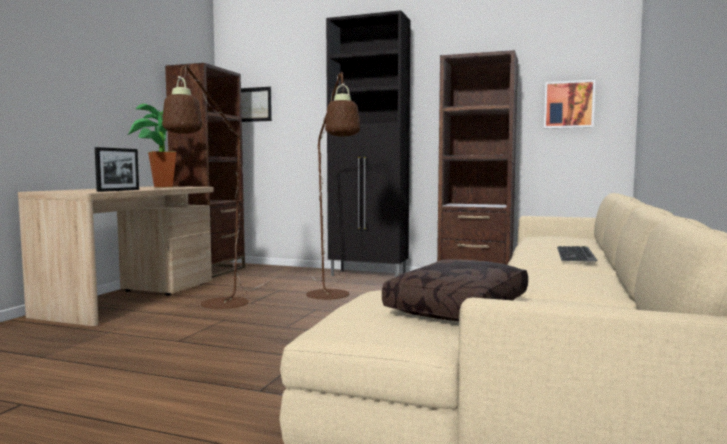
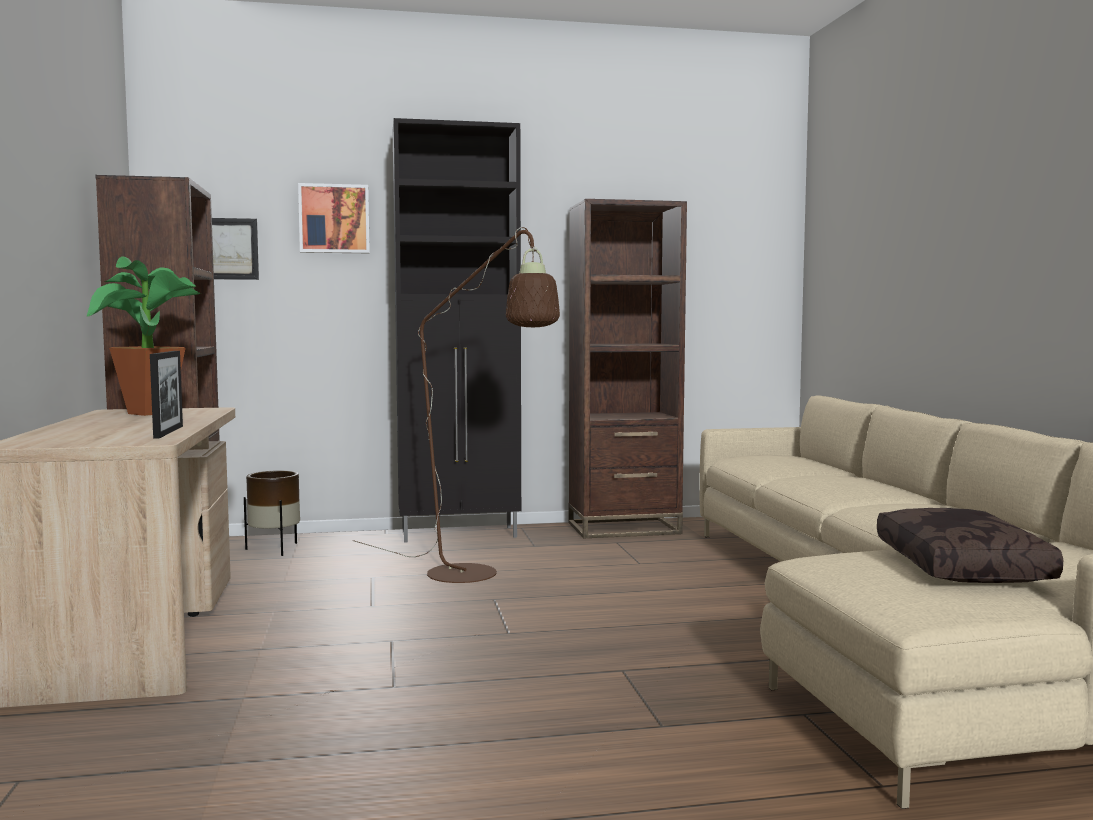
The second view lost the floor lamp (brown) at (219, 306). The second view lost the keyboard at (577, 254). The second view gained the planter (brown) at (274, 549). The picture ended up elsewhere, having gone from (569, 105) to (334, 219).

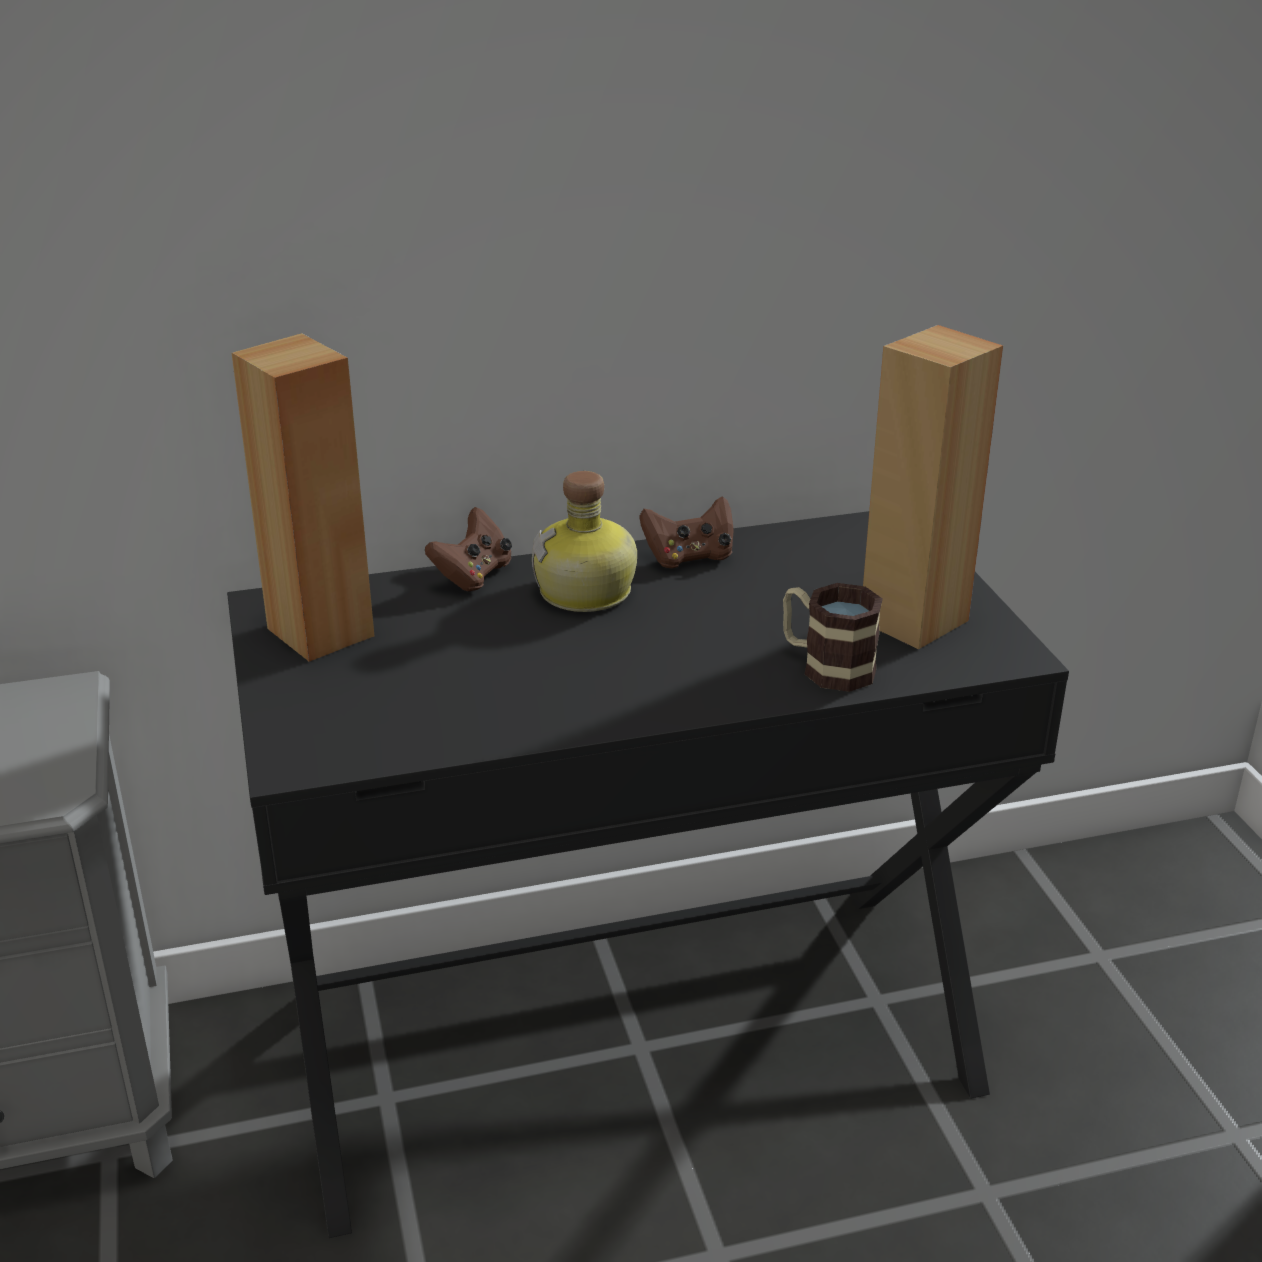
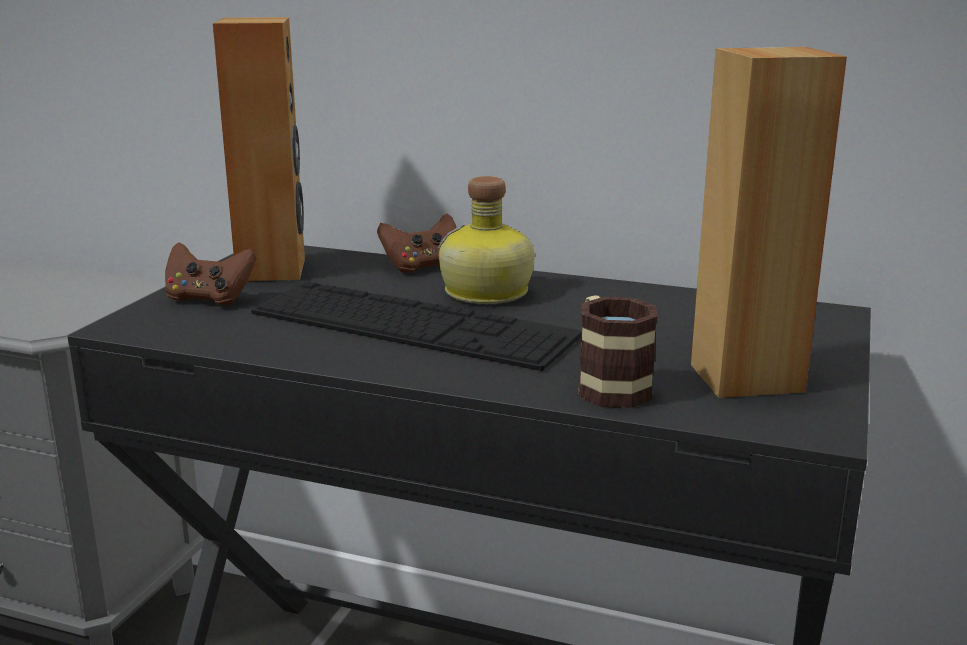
The second view gained the keyboard at (411, 324). The game controller (brown) ended up elsewhere, having gone from (689, 557) to (209, 299).

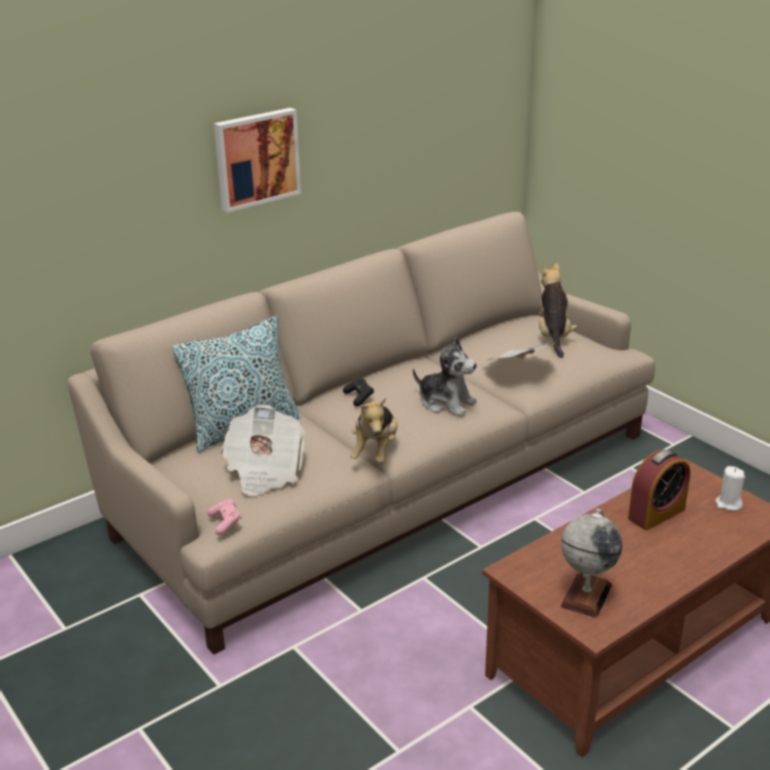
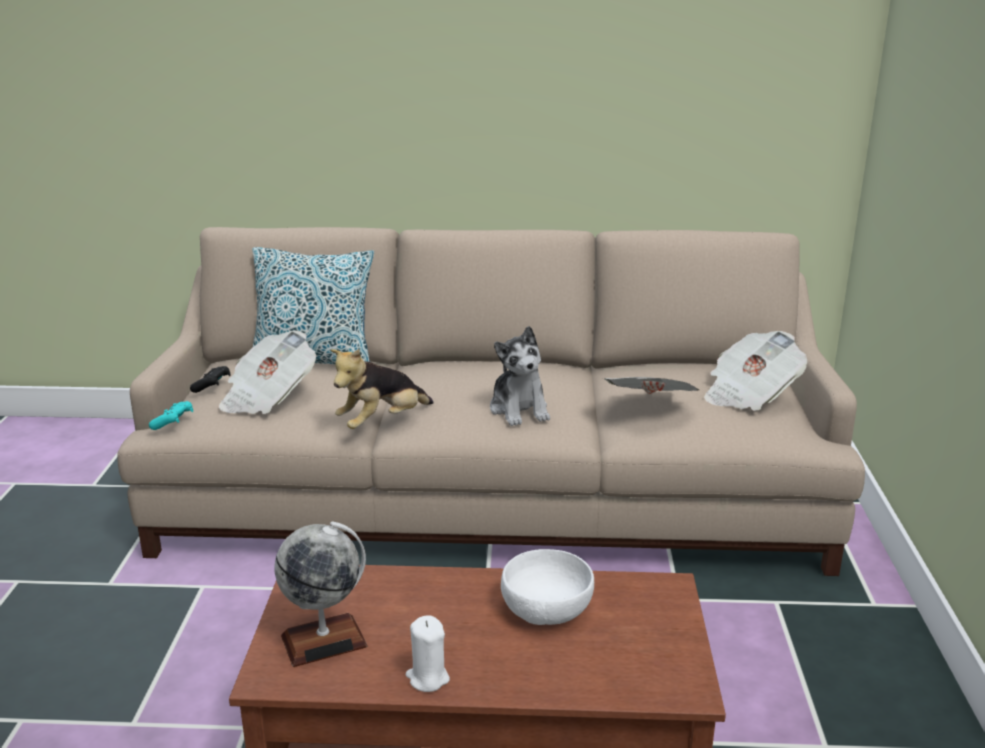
The second view lost the picture at (256, 158). The game controller (black) ended up elsewhere, having gone from (359, 397) to (212, 386). The candle (white) ended up elsewhere, having gone from (728, 504) to (427, 678). Where the plush toy stood at (553, 336), the newspaper came to stand at (749, 394). Where the alarm clock stood at (656, 514), the bowl (white) came to stand at (548, 609). What was the game controller (pink) at (225, 523) turned into the game controller (turquoise) at (174, 423).

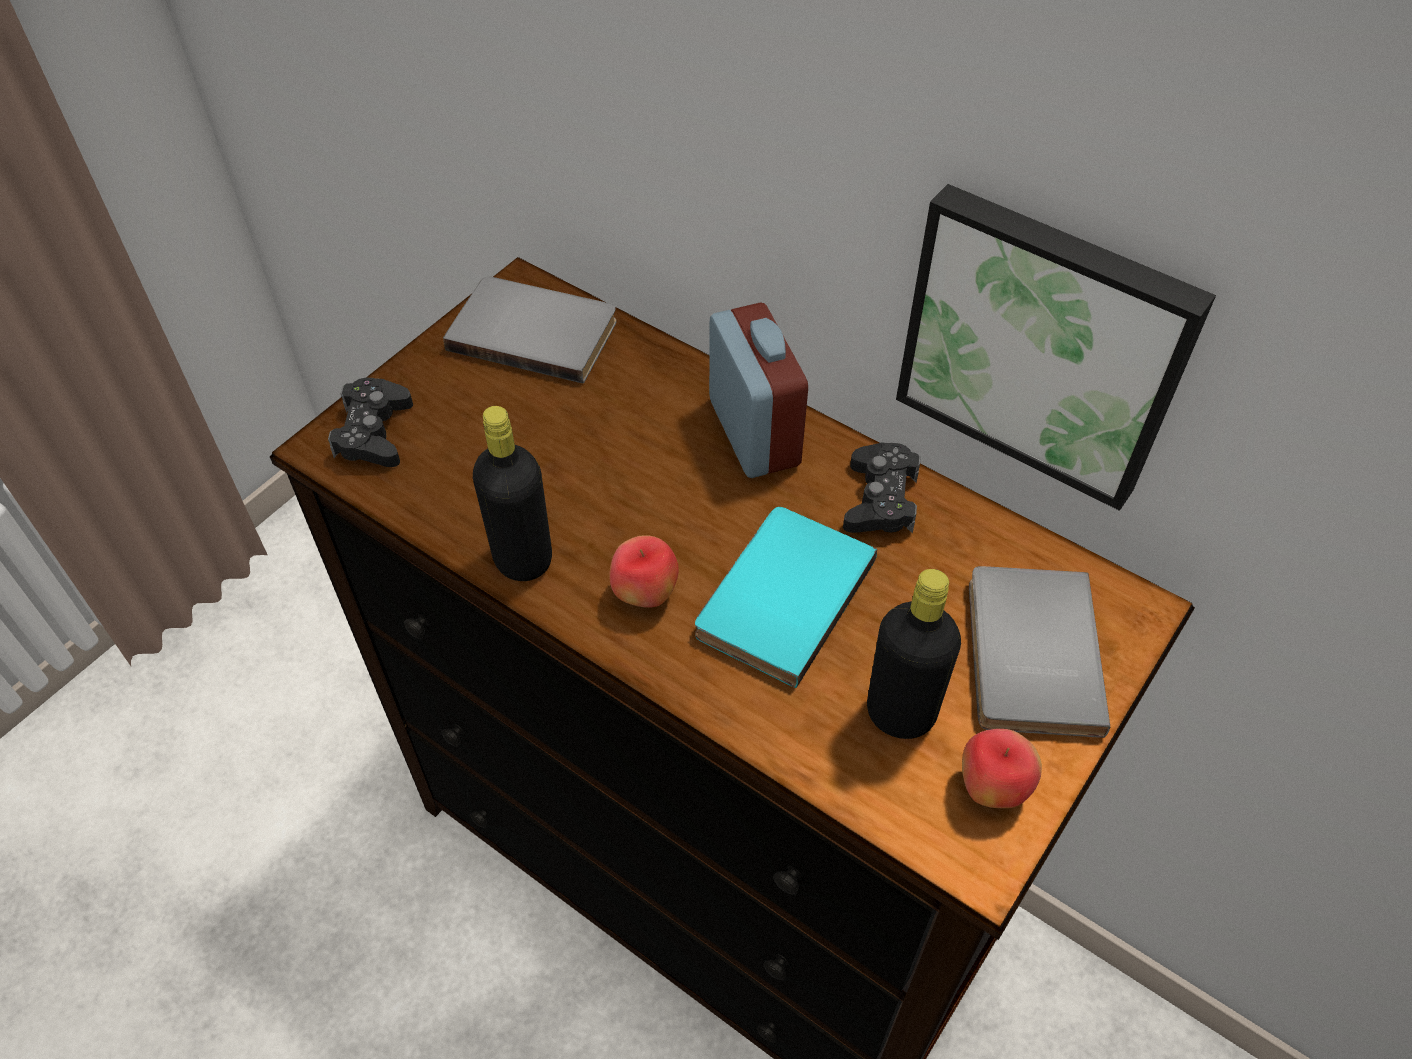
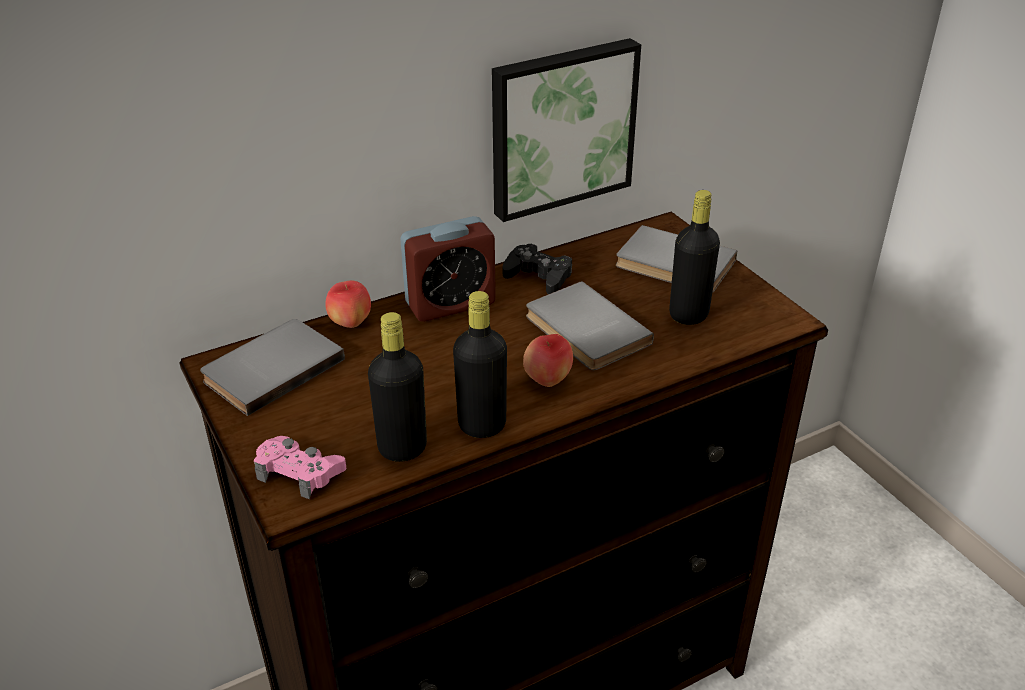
The second view gained the bottle (black) at (402, 448). The apple ended up elsewhere, having gone from (992, 788) to (350, 323). What was the game controller (black) at (374, 432) turned into the game controller (pink) at (300, 472). What was the book (turquoise) at (779, 595) turned into the book (grey) at (583, 331). The alarm clock at (754, 433) ended up facing another way, 150 degrees clockwise from before.

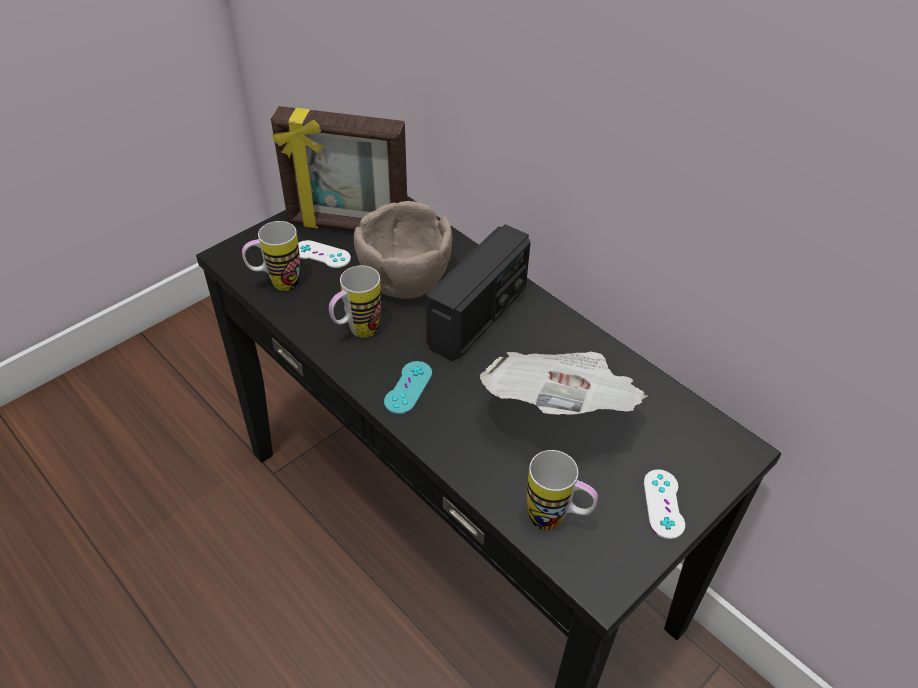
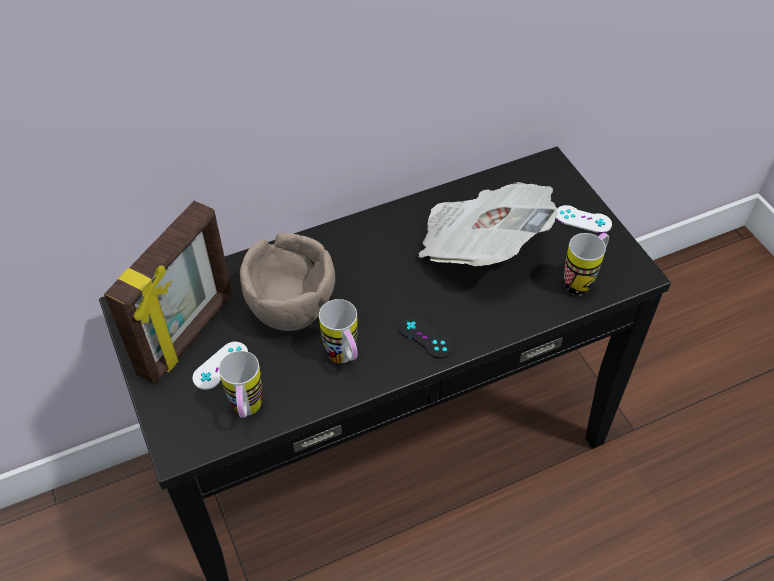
The second view lost the radio at (478, 317). What was the game controller (turquoise) at (408, 387) turned into the game controller (black) at (425, 337).

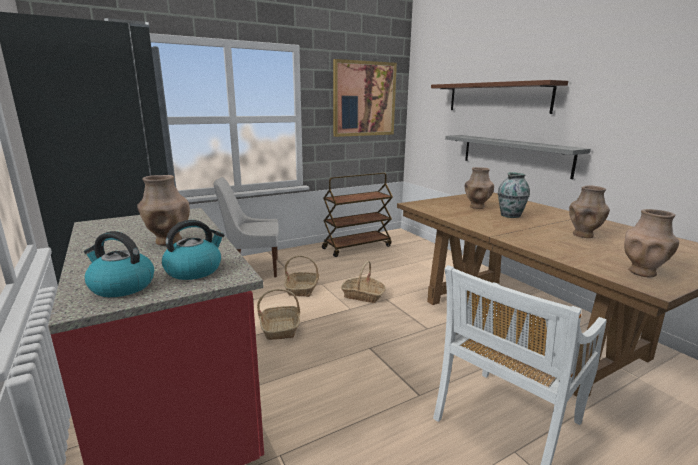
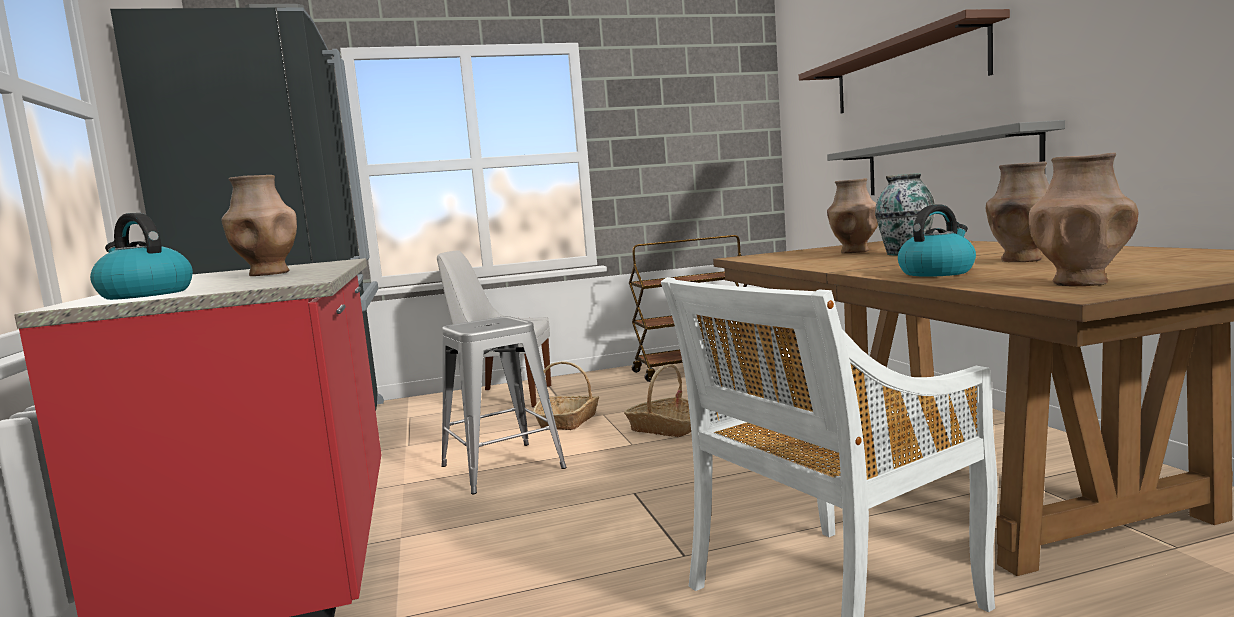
The second view lost the picture at (364, 99). The kettle ended up elsewhere, having gone from (194, 270) to (936, 272). Where the basket stood at (280, 328), the stool (grey) came to stand at (502, 467).

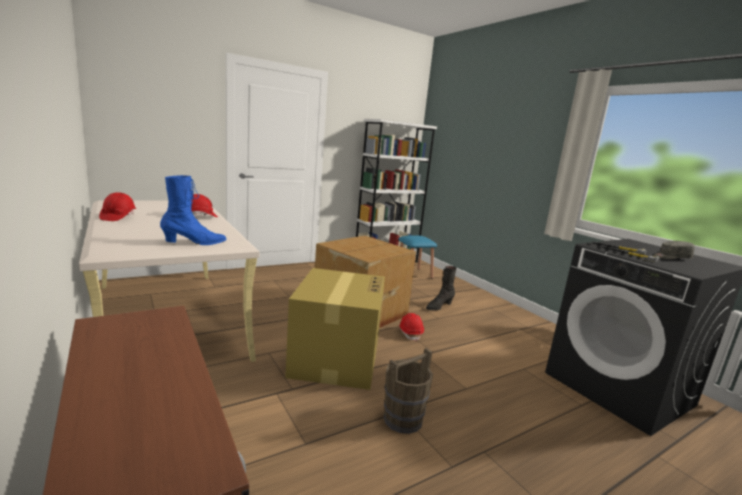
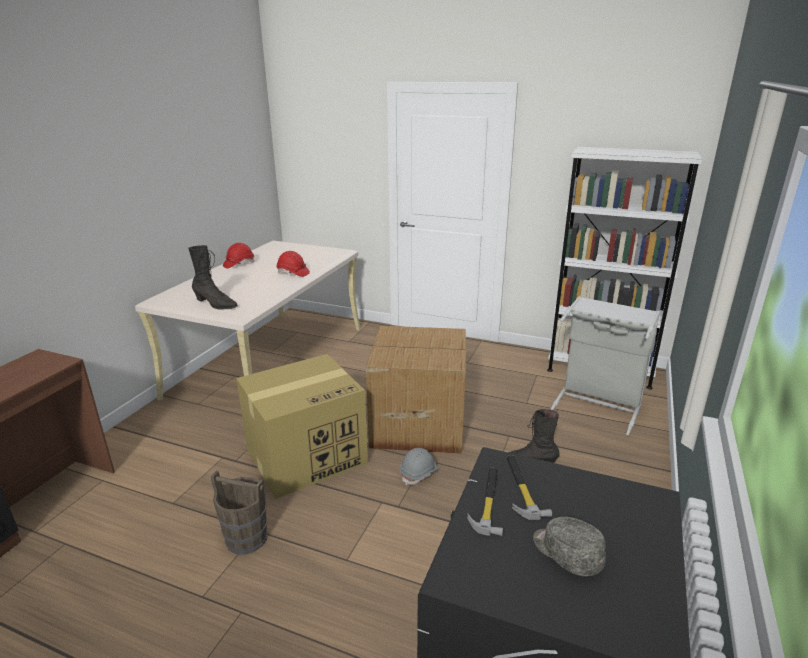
Where the stool (blue) stood at (413, 274), the laundry basket (grey) came to stand at (597, 404). What was the boot (blue) at (194, 243) turned into the boot (black) at (215, 305). What was the hard hat (red) at (410, 333) turned into the hard hat (grey) at (419, 473).

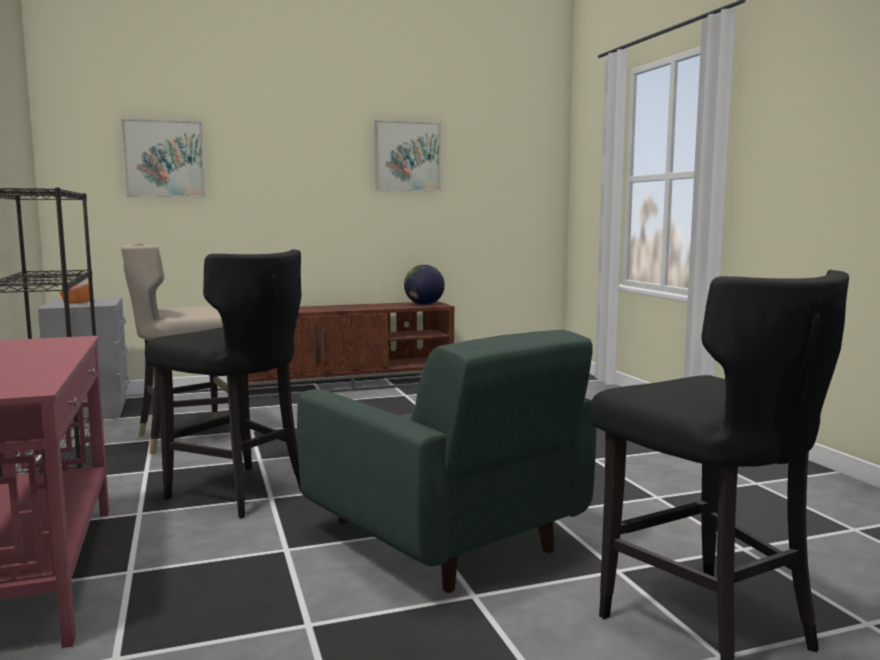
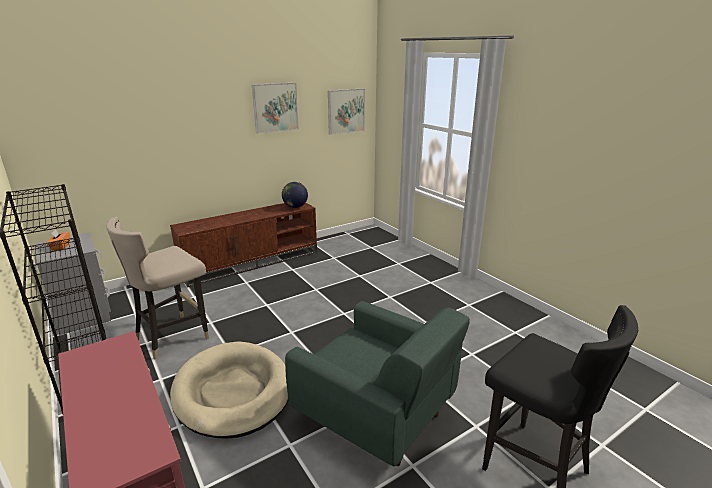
The picture ended up elsewhere, having gone from (164, 159) to (346, 111). Where the stool (black) stood at (237, 492), the dog bed (beige) came to stand at (233, 392).

